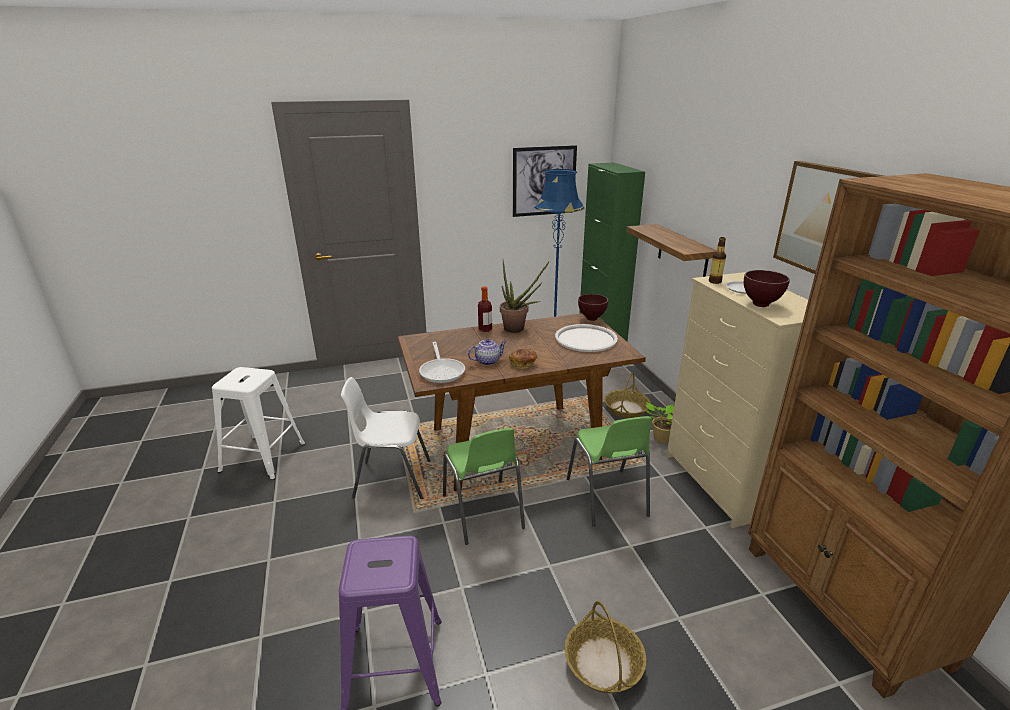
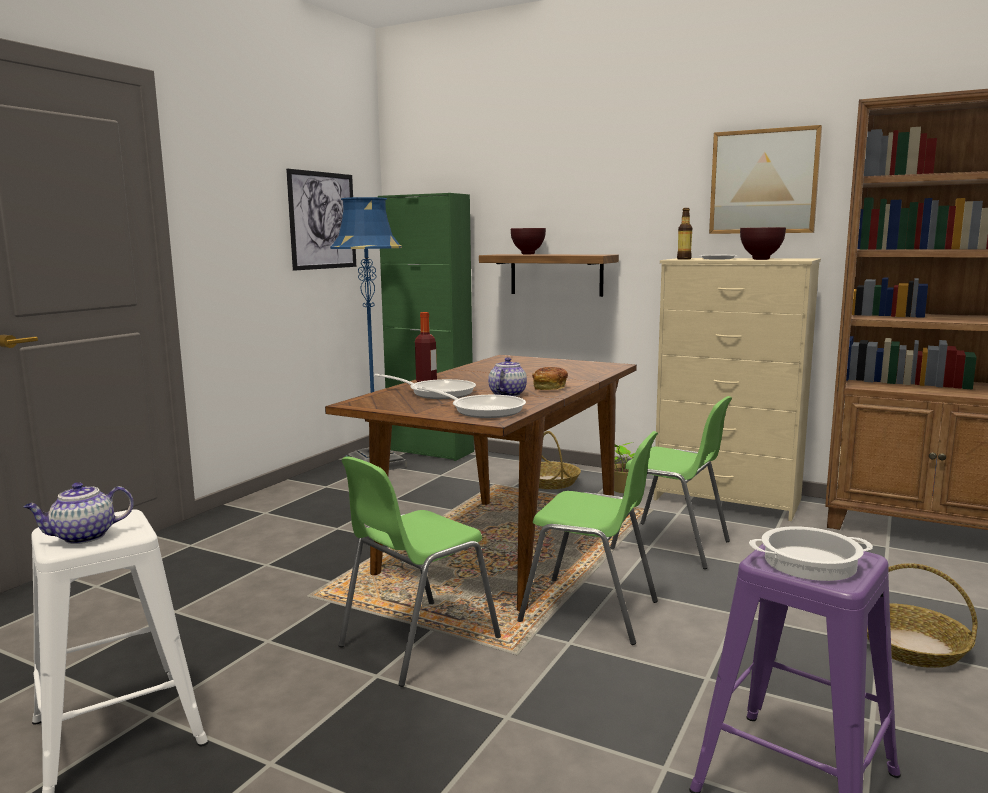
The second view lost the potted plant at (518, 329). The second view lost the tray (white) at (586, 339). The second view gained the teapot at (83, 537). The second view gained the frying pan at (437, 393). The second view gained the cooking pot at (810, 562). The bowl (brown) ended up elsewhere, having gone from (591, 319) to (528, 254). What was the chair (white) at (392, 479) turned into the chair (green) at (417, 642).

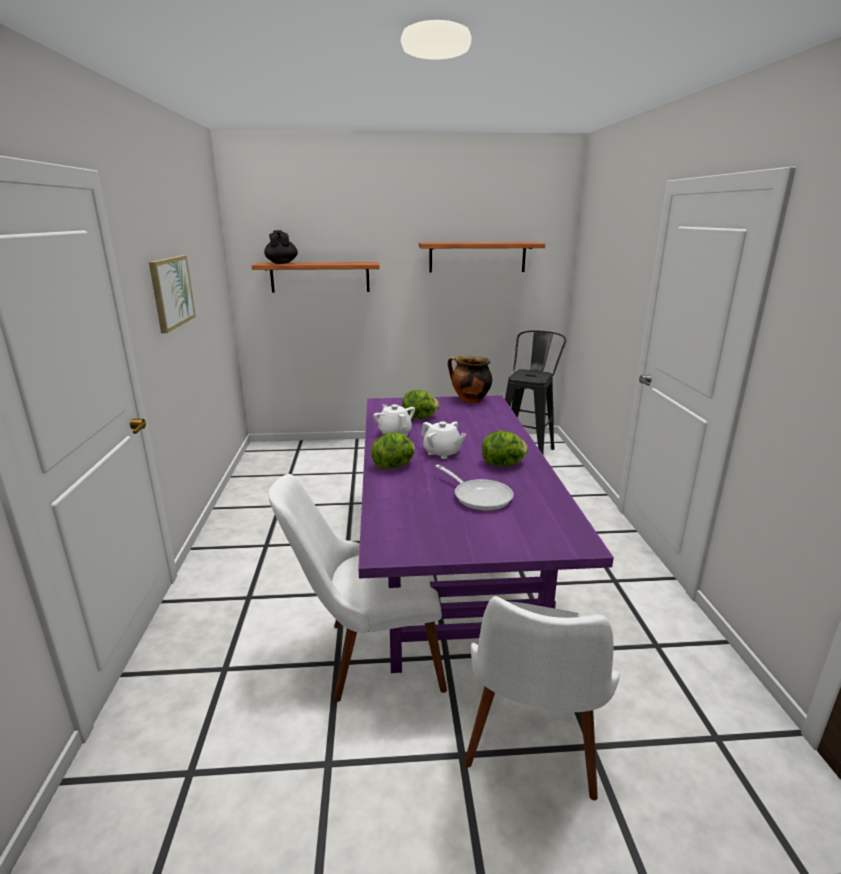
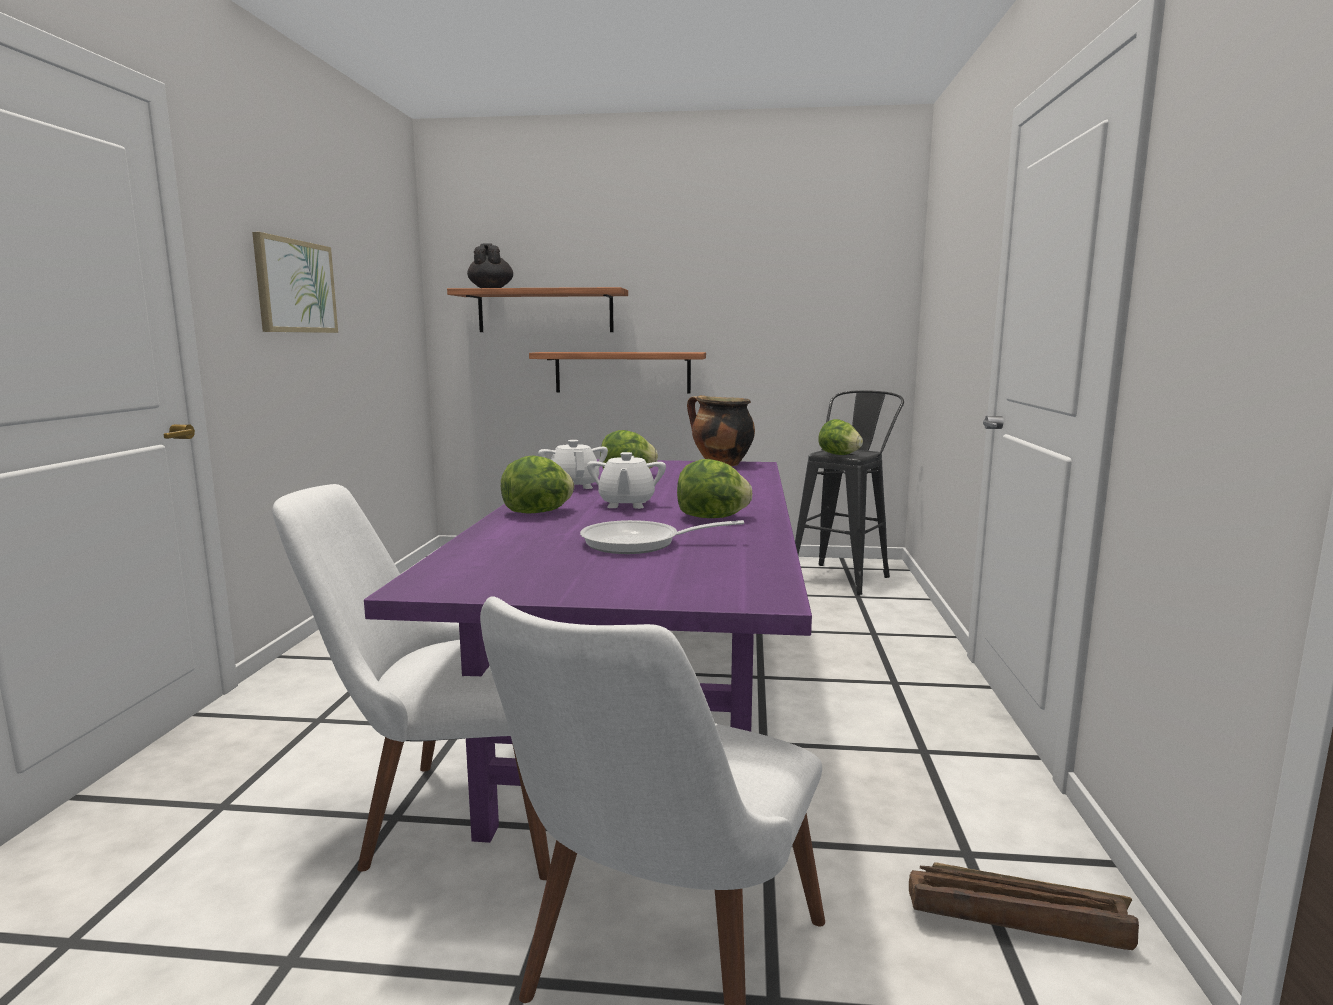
The second view gained the lettuce at (839, 454). The second view gained the crate at (1016, 920). The shelf ended up elsewhere, having gone from (477, 257) to (622, 372). The teapot (white) at (442, 453) ended up facing another way, 45 degrees clockwise from before. The frying pan at (479, 496) ended up facing another way, 120 degrees clockwise from before.

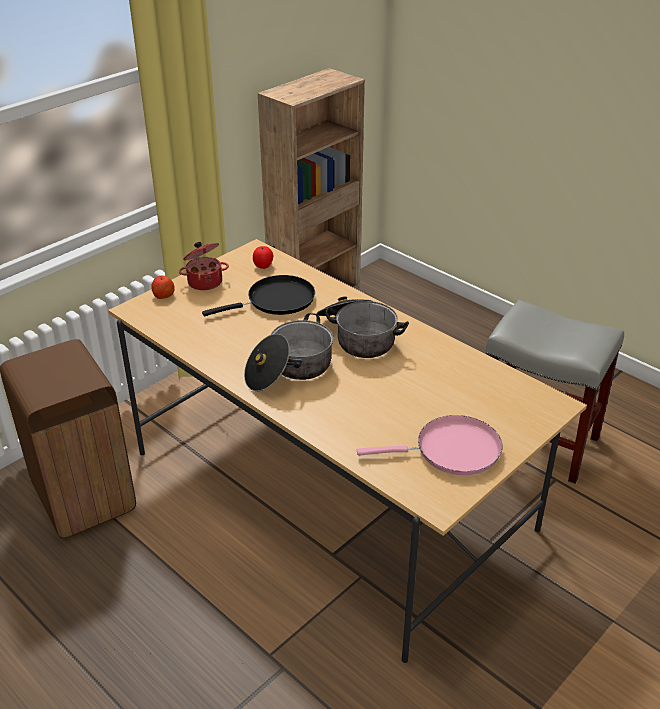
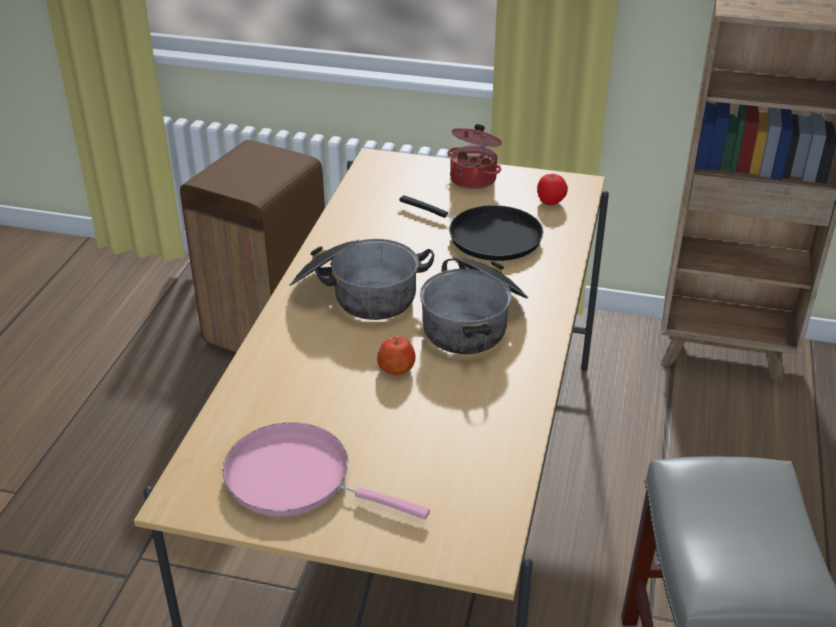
The apple ended up elsewhere, having gone from (163, 295) to (396, 368). The frying pan (pink) at (451, 450) ended up facing another way, 150 degrees clockwise from before.

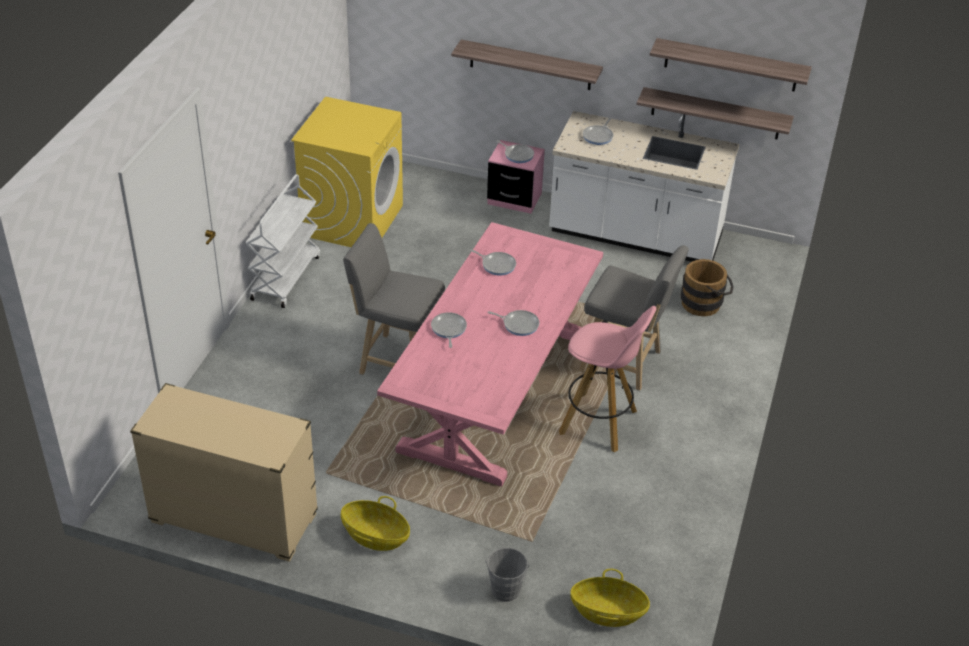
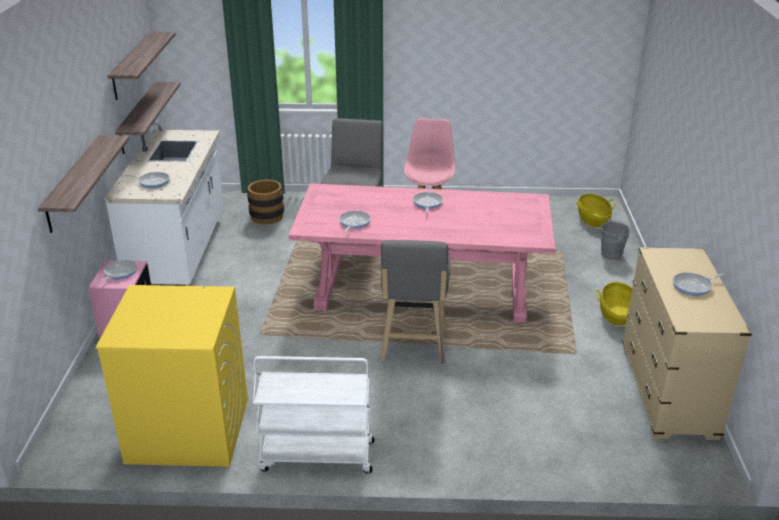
The frying pan ended up elsewhere, having gone from (448, 329) to (694, 286).

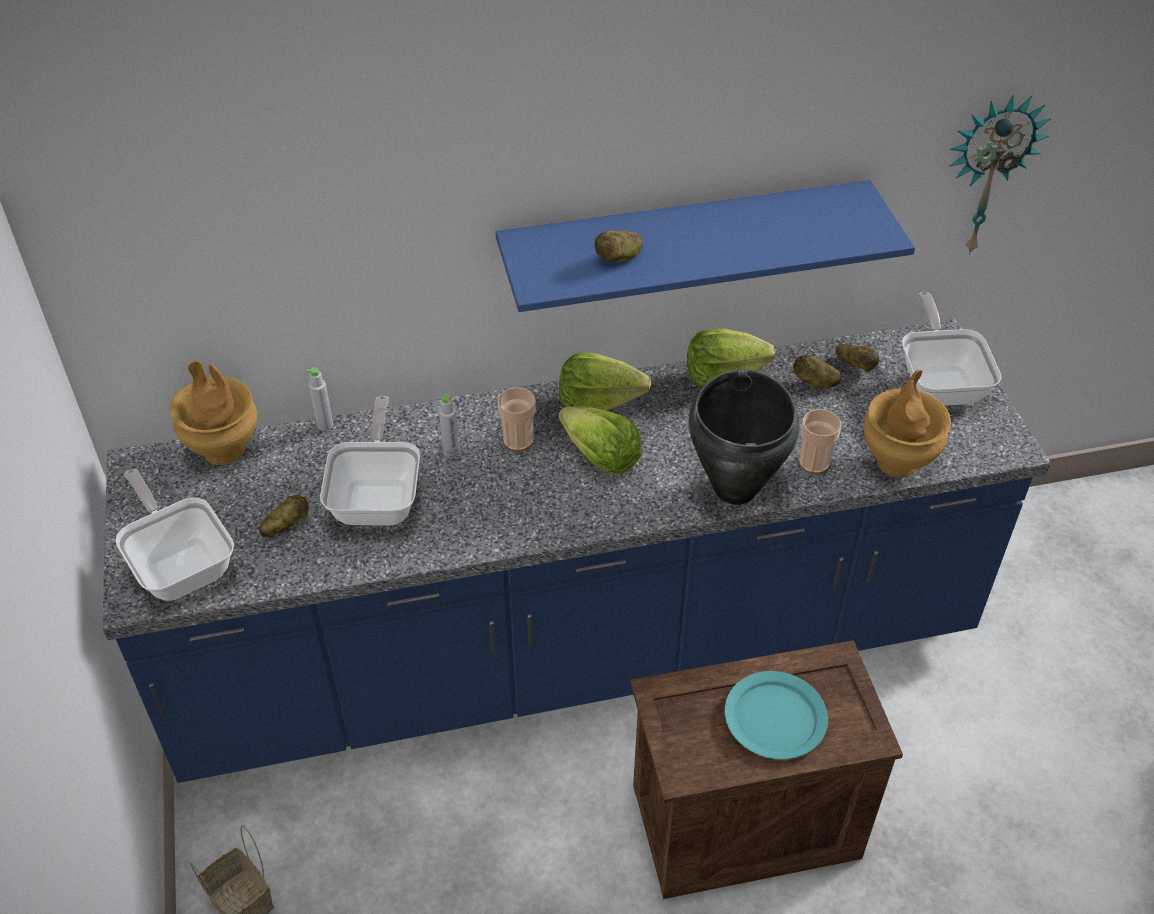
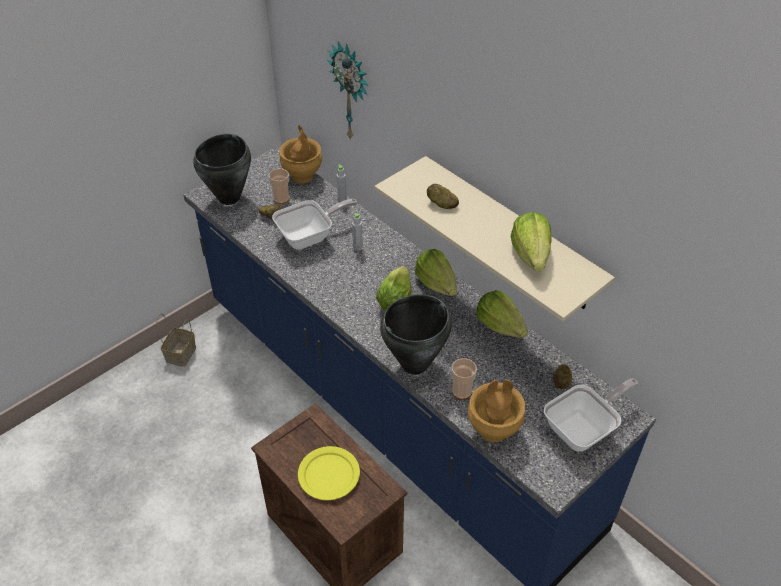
The second view lost the potato at (814, 383). The second view gained the lettuce at (531, 255). The cup ended up elsewhere, having gone from (518, 441) to (281, 198). The wall clock ended up elsewhere, having gone from (986, 174) to (352, 92). Where the frying pan stood at (181, 564), the cooking pot (black) came to stand at (229, 197). What was the shelf (blue) at (684, 242) turned into the shelf (beige) at (510, 234). What was the plate (turquoise) at (774, 718) turned into the plate (yellow) at (328, 474).

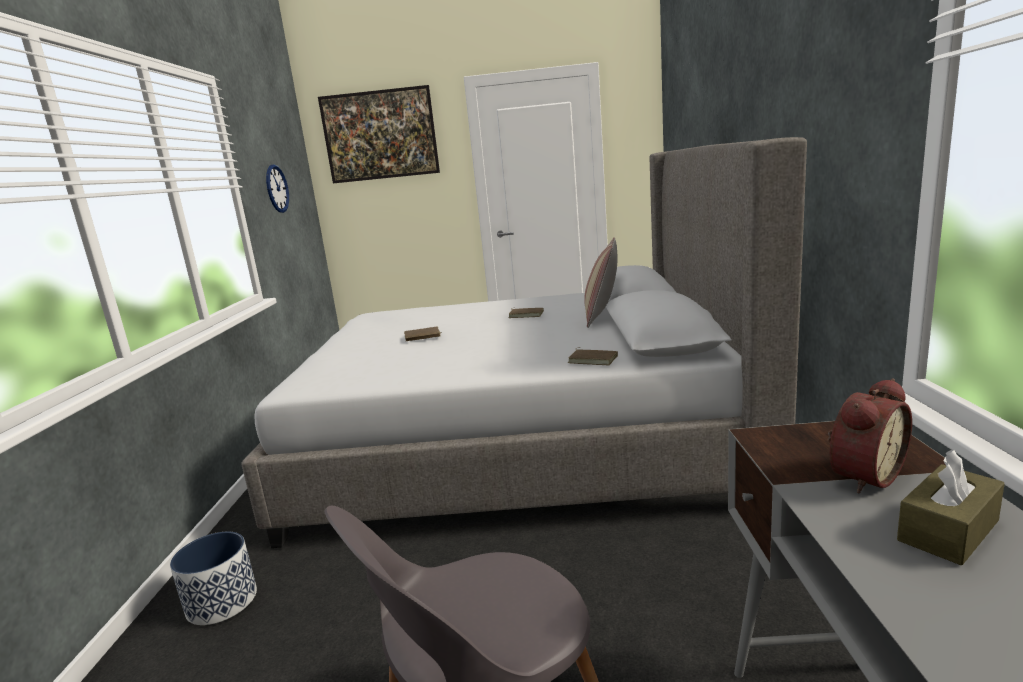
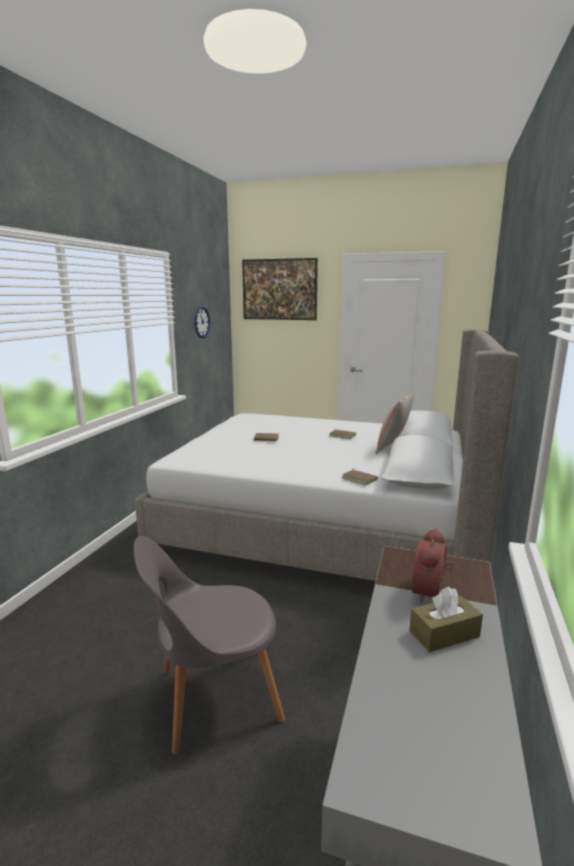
The second view lost the planter at (221, 602). The alarm clock at (861, 476) ended up facing another way, 135 degrees clockwise from before.

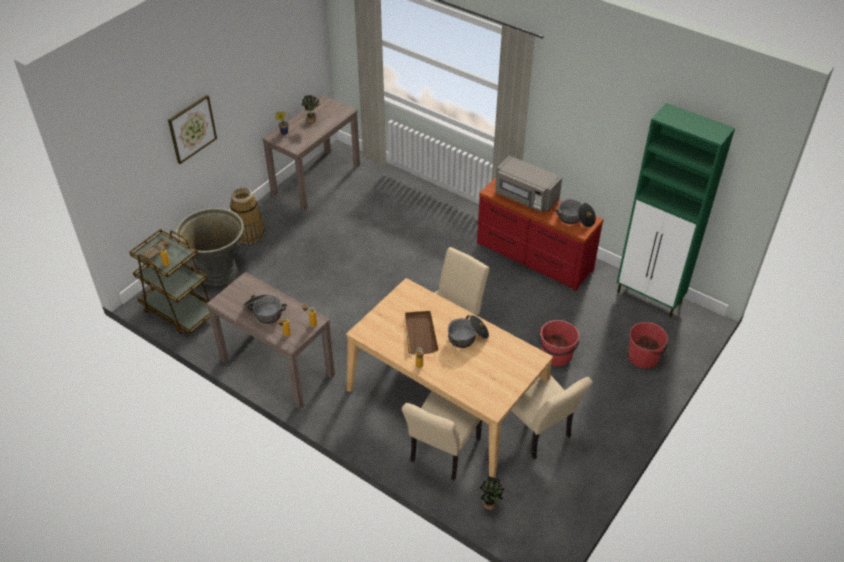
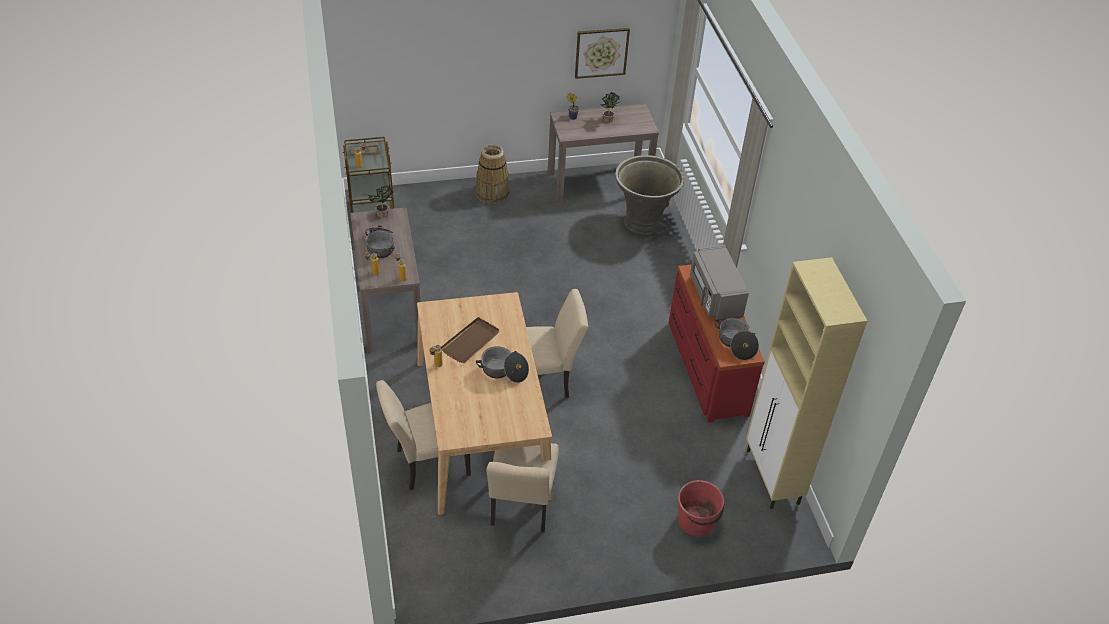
The second view lost the bucket (red) at (556, 355). The picture ended up elsewhere, having gone from (192, 129) to (601, 52). The planter (grey) ended up elsewhere, having gone from (219, 272) to (643, 222). The potted plant ended up elsewhere, having gone from (490, 505) to (382, 215). What was the cabinet (green) at (650, 297) turned into the cabinet (beige) at (772, 478).

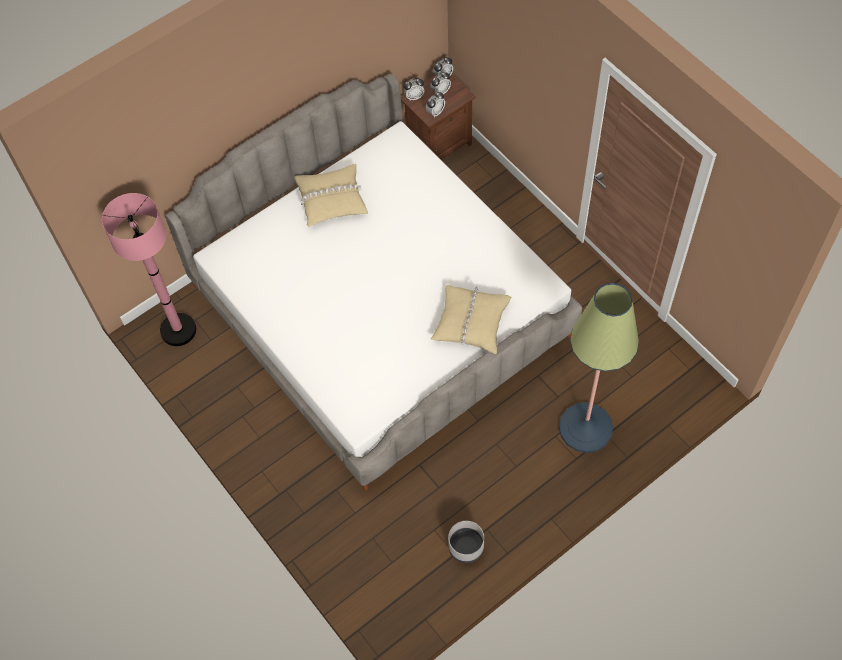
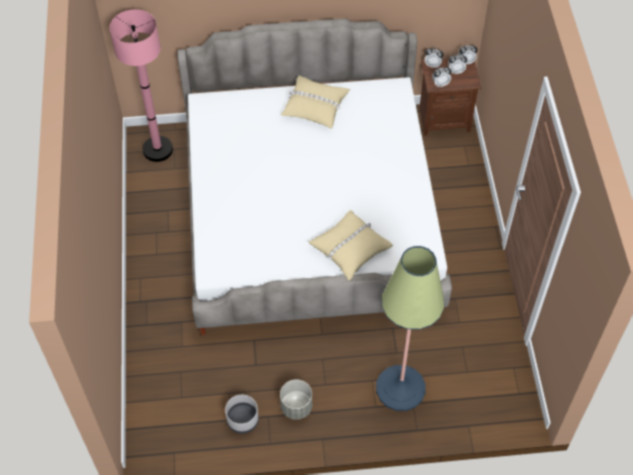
The second view gained the planter (grey) at (296, 407).

